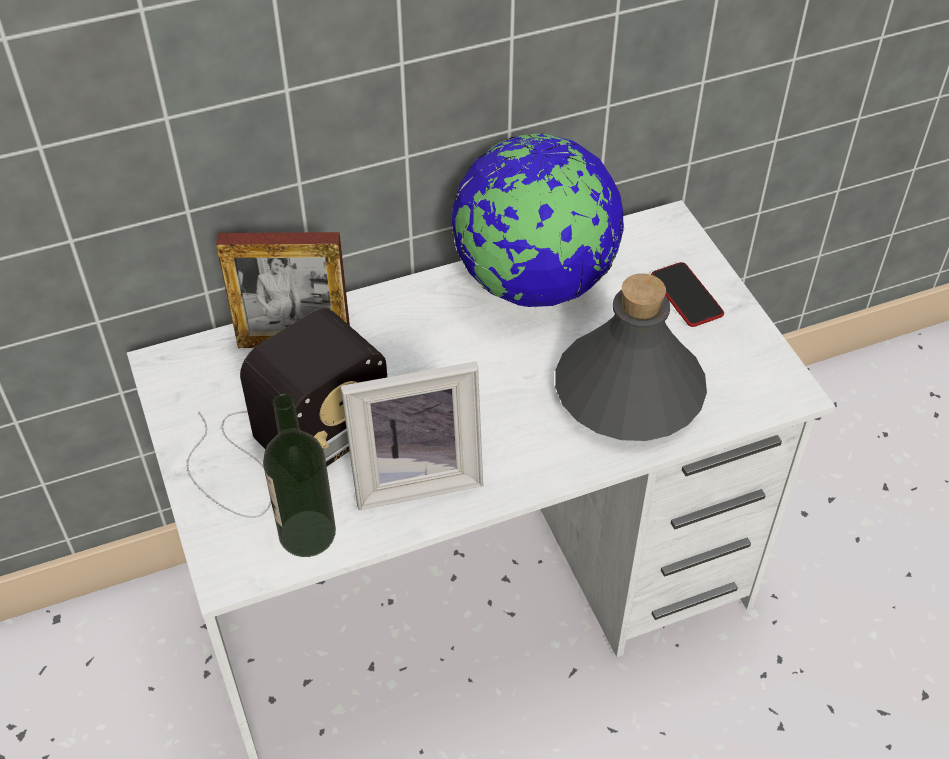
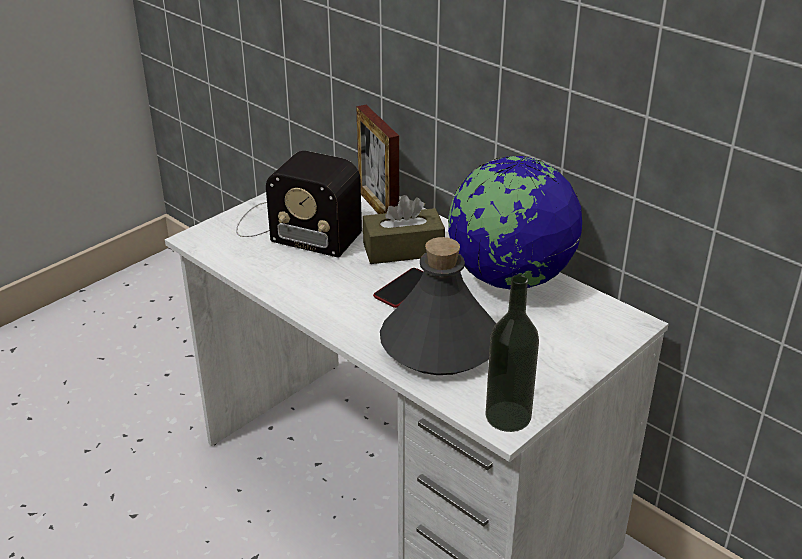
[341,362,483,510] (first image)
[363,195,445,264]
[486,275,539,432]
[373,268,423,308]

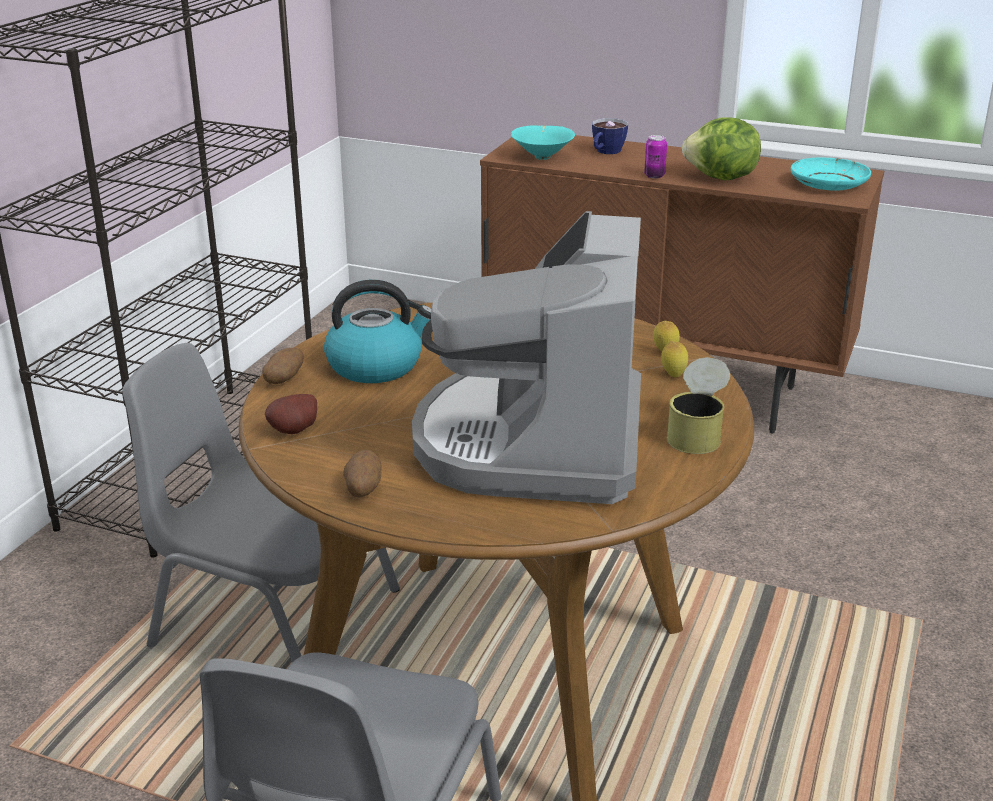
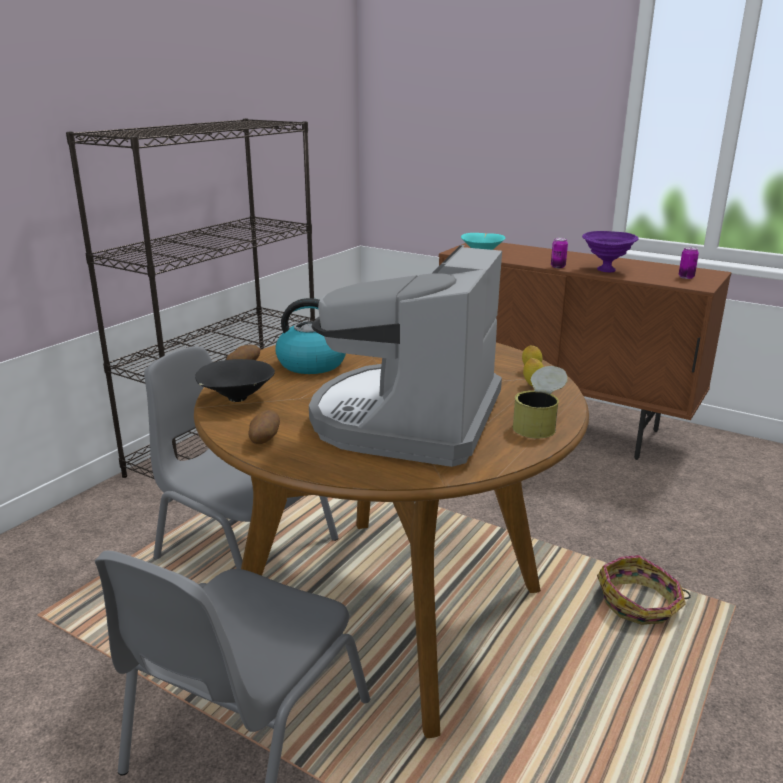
[592,118,628,154] (first image)
[597,555,691,625]
[195,359,275,402]
[582,231,639,272]
[679,247,699,279]

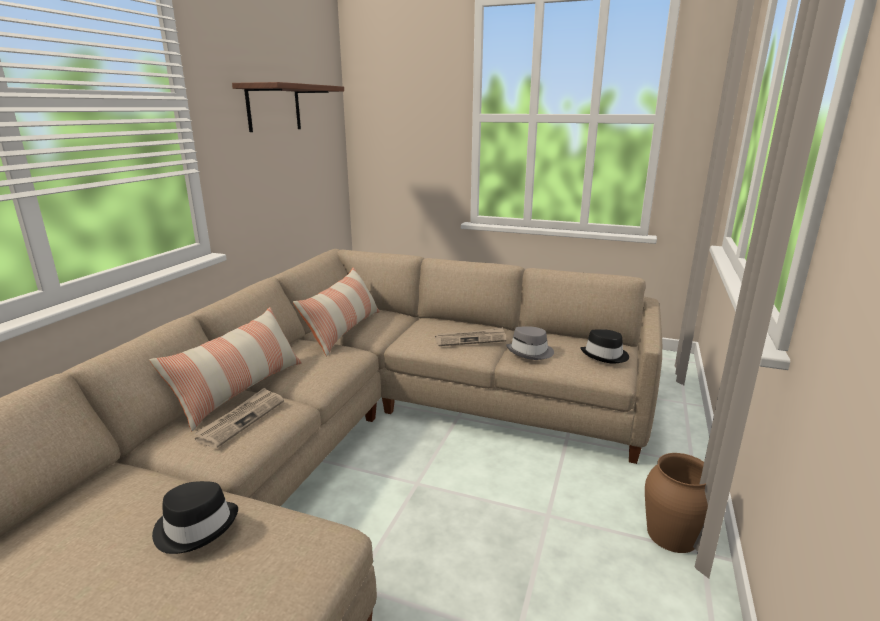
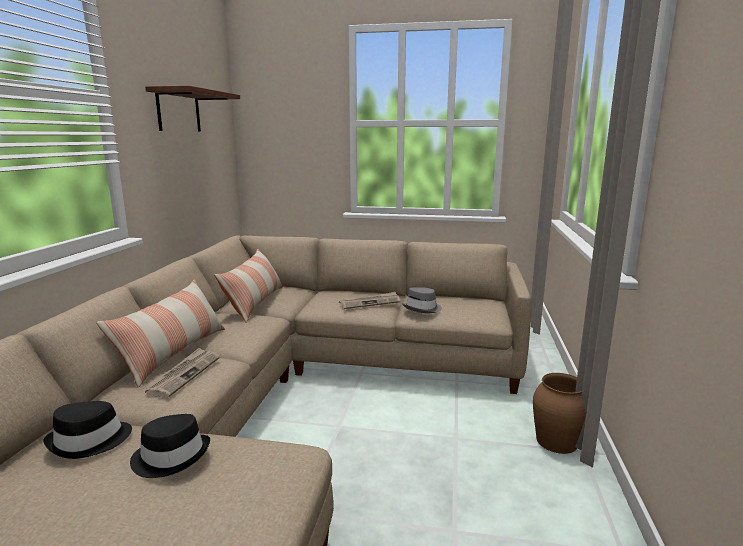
[43,401,132,459]

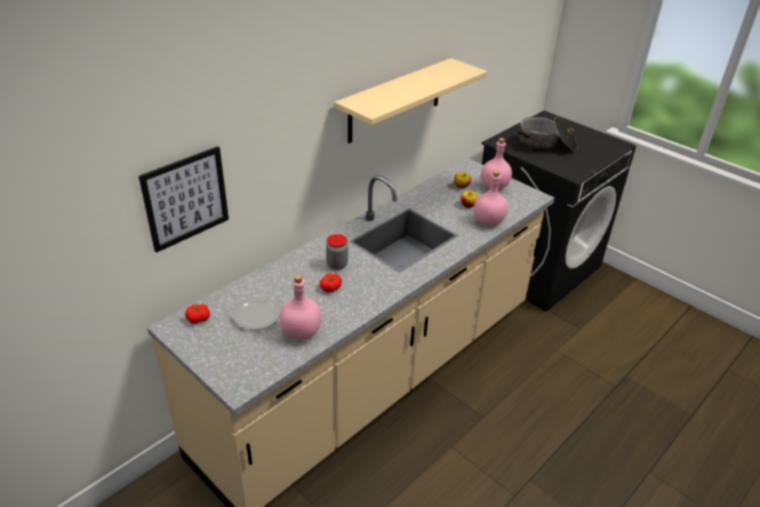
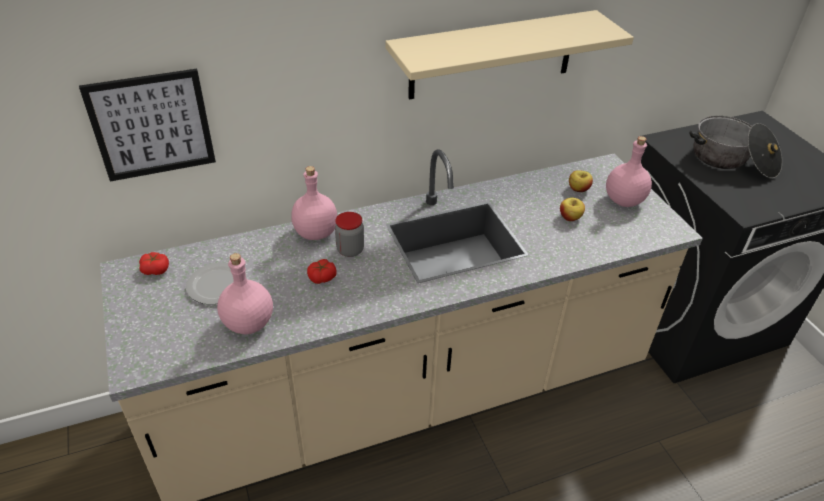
[291,166,337,240]

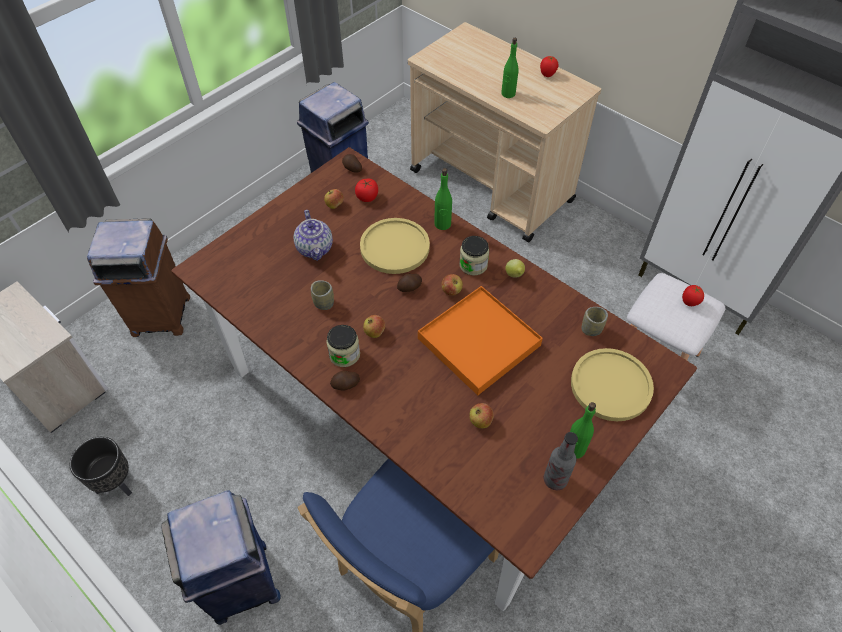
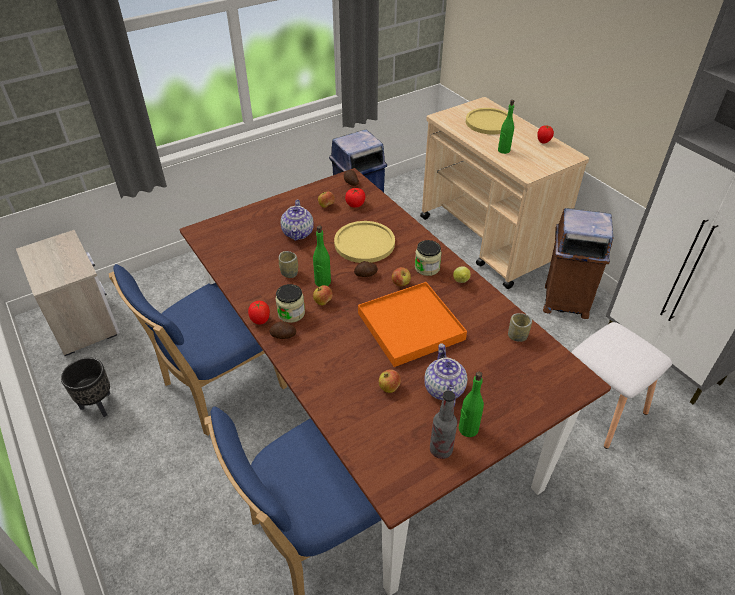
[161,490,281,625] (first image)
[109,264,287,436]
[424,344,467,406]
[543,208,614,319]
[313,225,331,287]
[466,108,508,134]
[248,301,270,325]

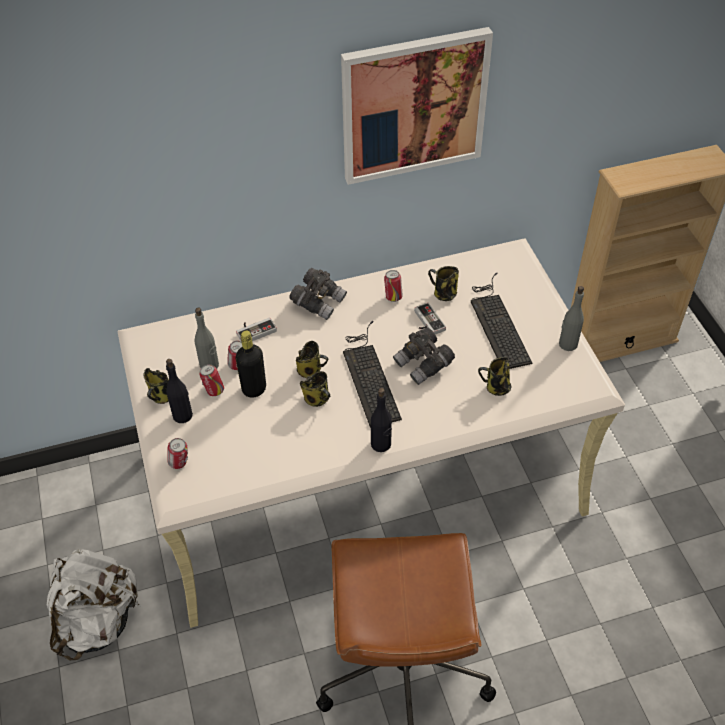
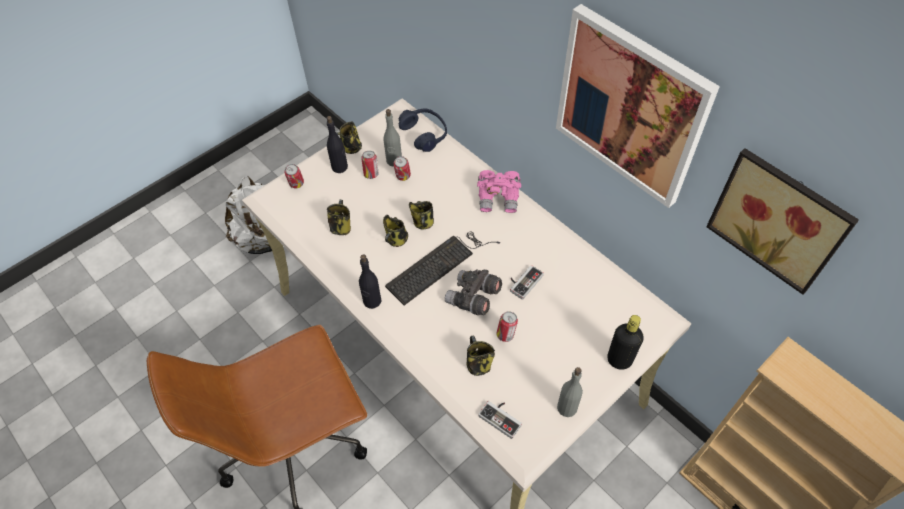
[471,273,532,369] (first image)
[399,109,447,152]
[706,148,859,295]
[478,401,522,439]
[607,315,644,370]
[496,311,518,342]
[327,200,351,235]
[477,170,521,213]

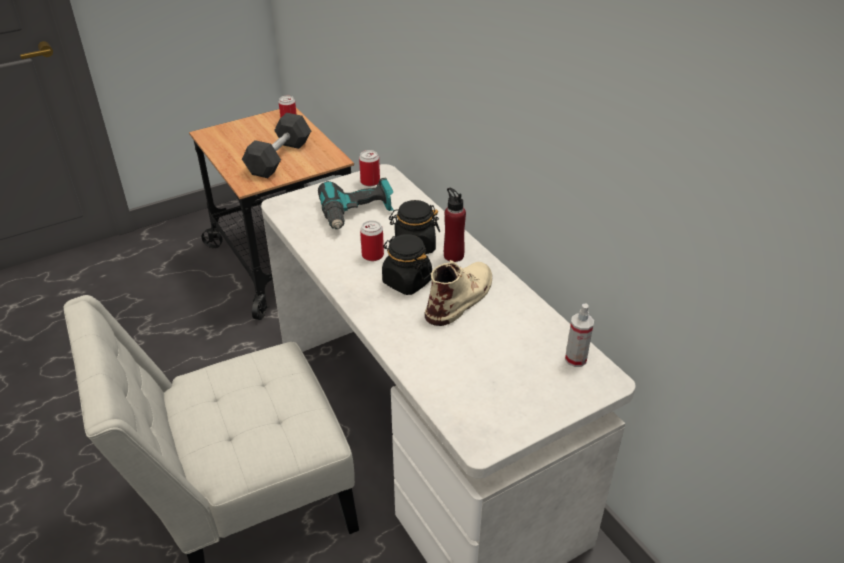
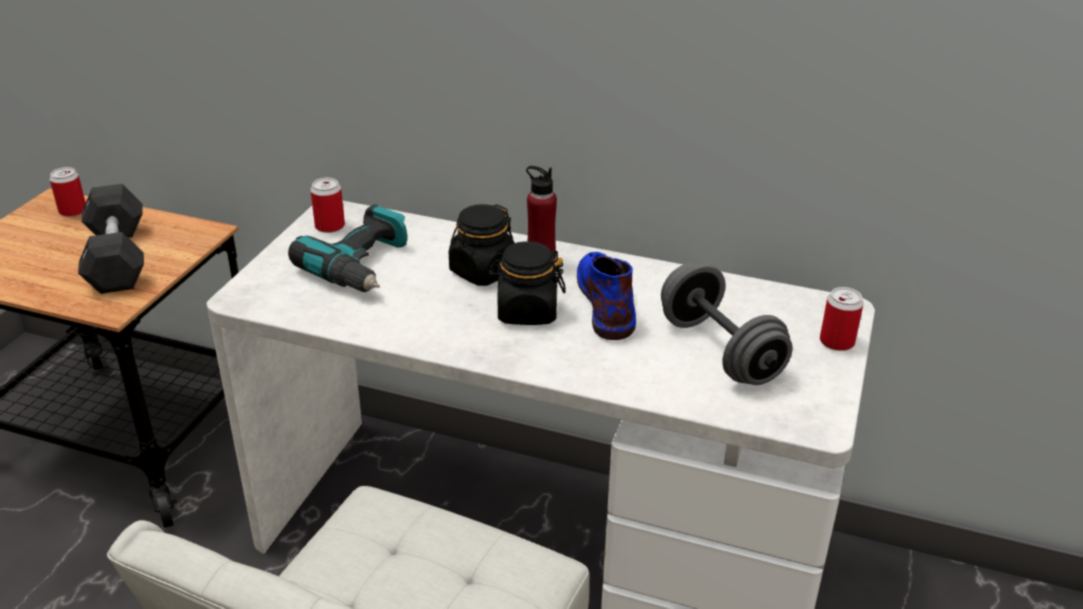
[565,303,594,367] (first image)
[661,263,793,385]
[820,287,864,351]
[577,252,636,340]

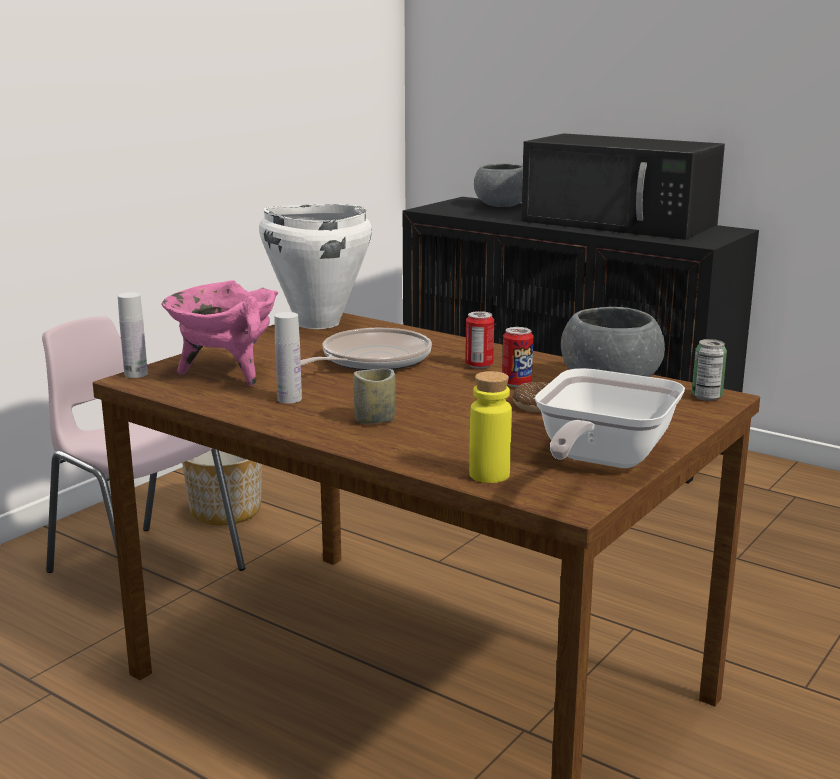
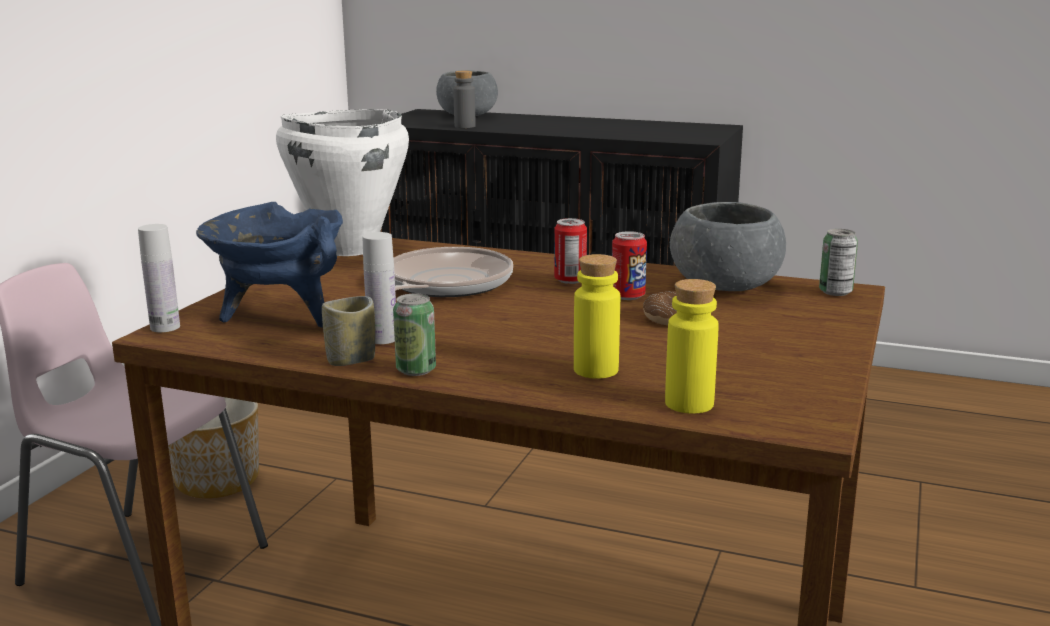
[521,133,725,240] (first image)
[535,368,685,468] (first image)
[393,294,436,376]
[453,71,475,128]
[574,254,620,379]
[322,296,375,366]
[196,202,343,327]

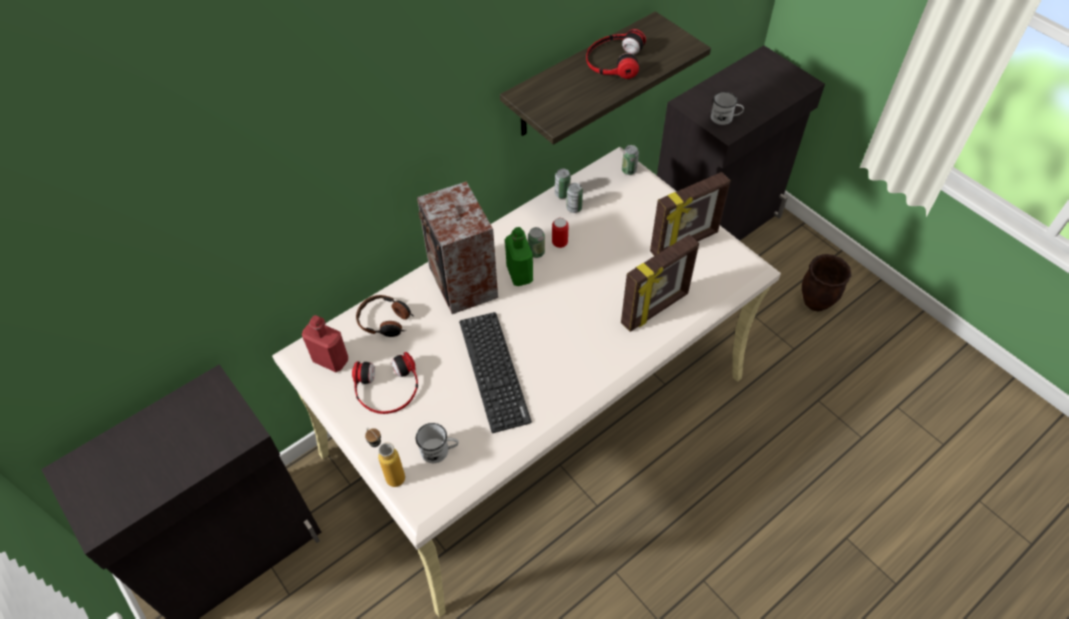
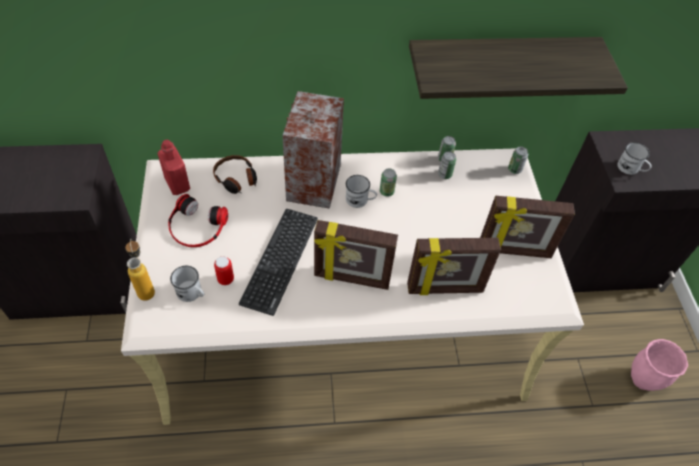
[586,29,646,79] (first image)
[314,220,398,290]
[214,256,234,285]
[346,175,377,208]
[631,339,688,391]

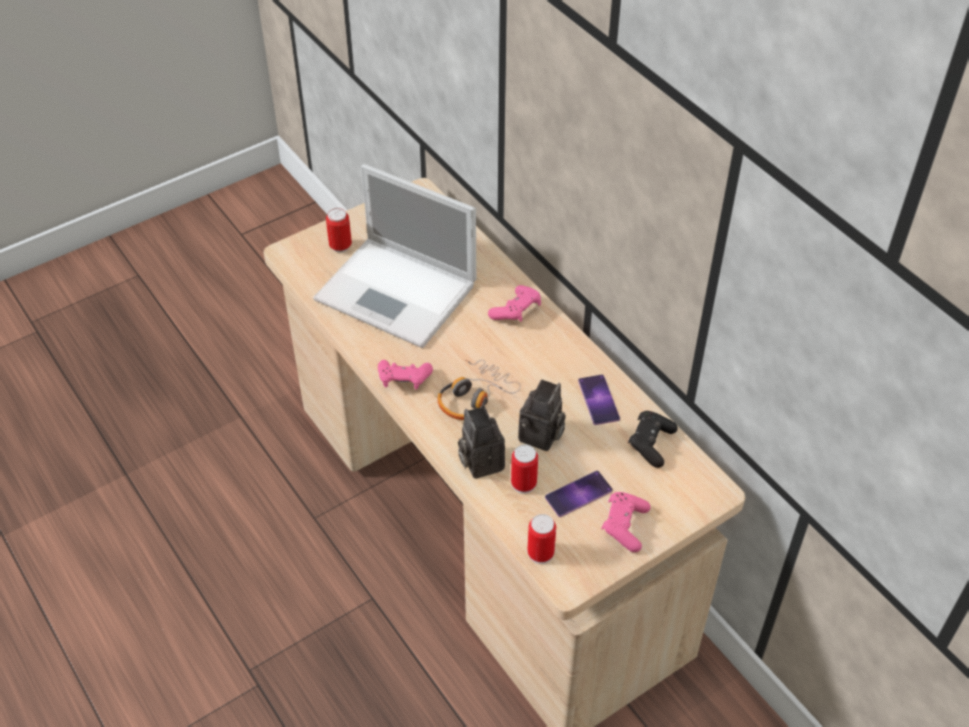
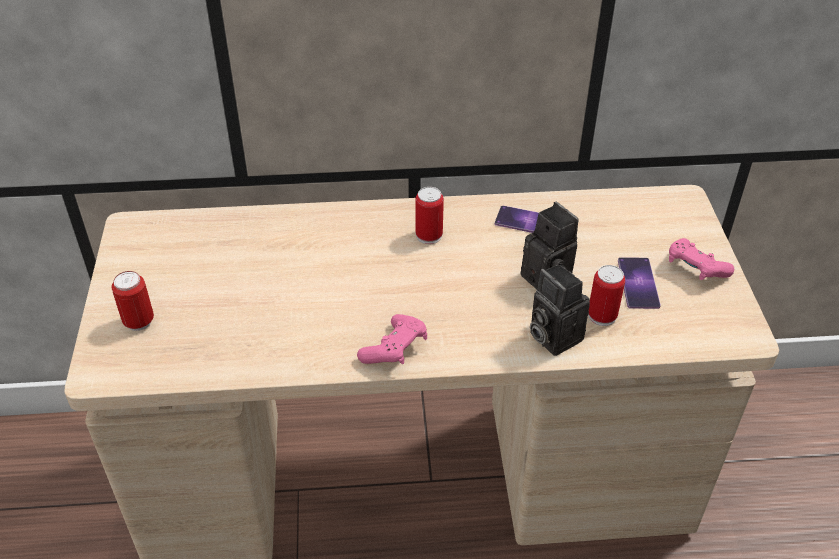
[313,164,476,348] (first image)
[437,360,521,420] (first image)
[488,285,541,322] (first image)
[628,411,678,468] (first image)
[415,187,444,244]
[530,263,590,356]

